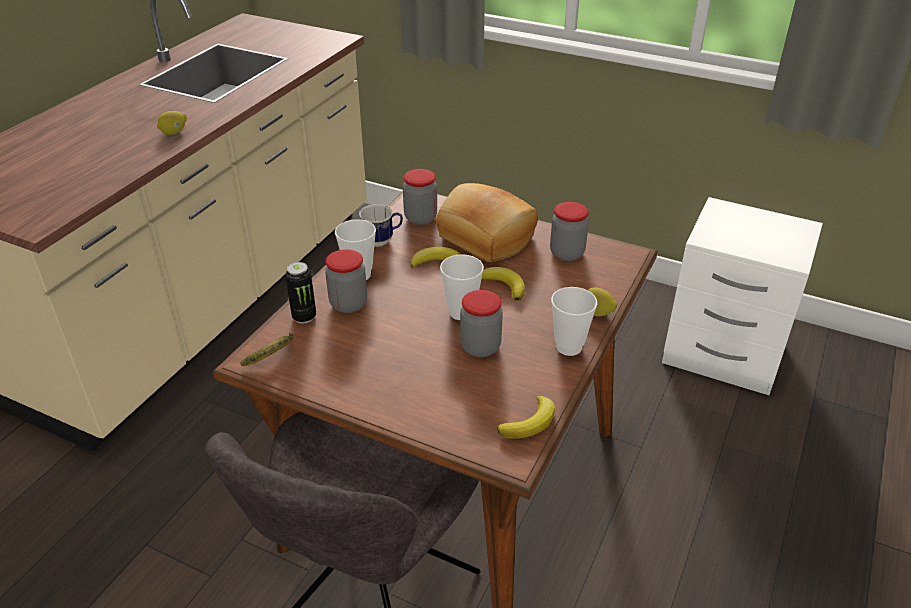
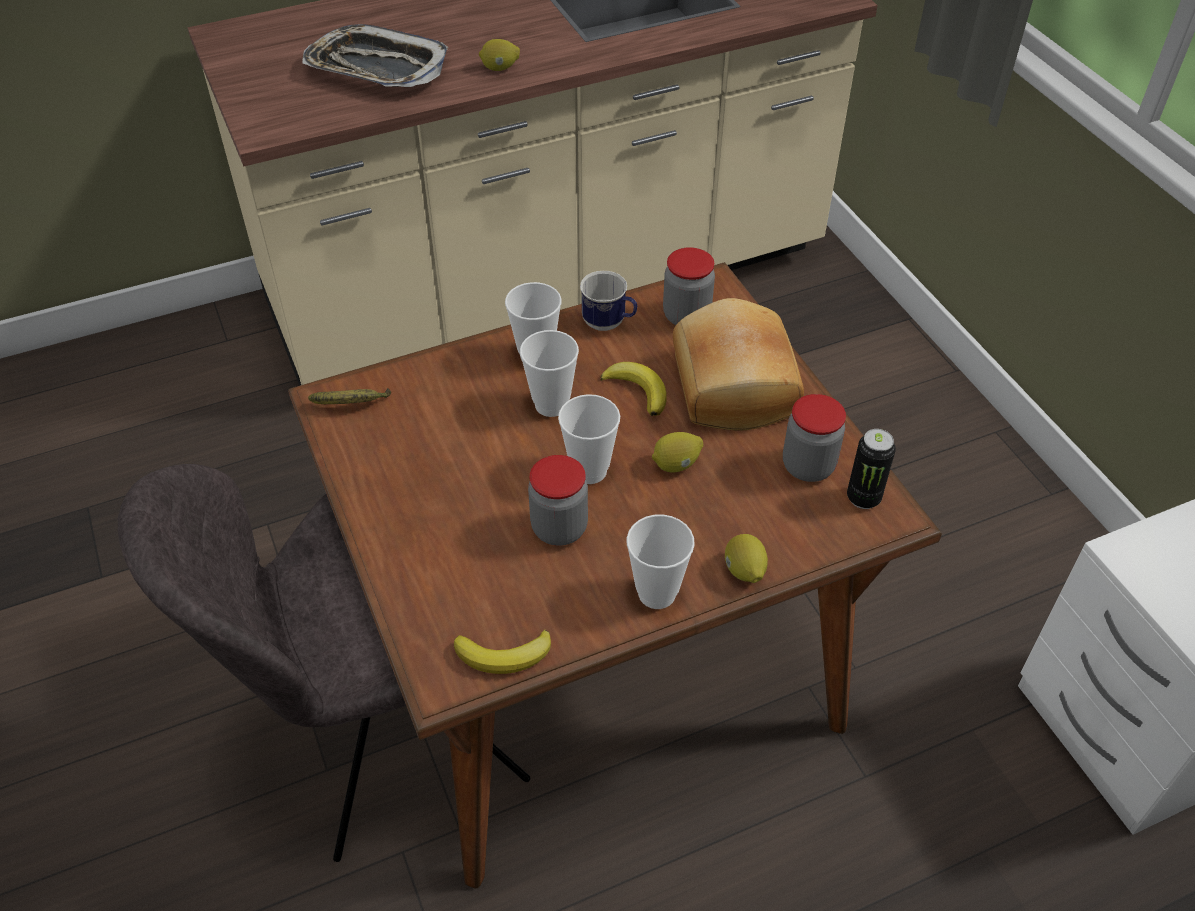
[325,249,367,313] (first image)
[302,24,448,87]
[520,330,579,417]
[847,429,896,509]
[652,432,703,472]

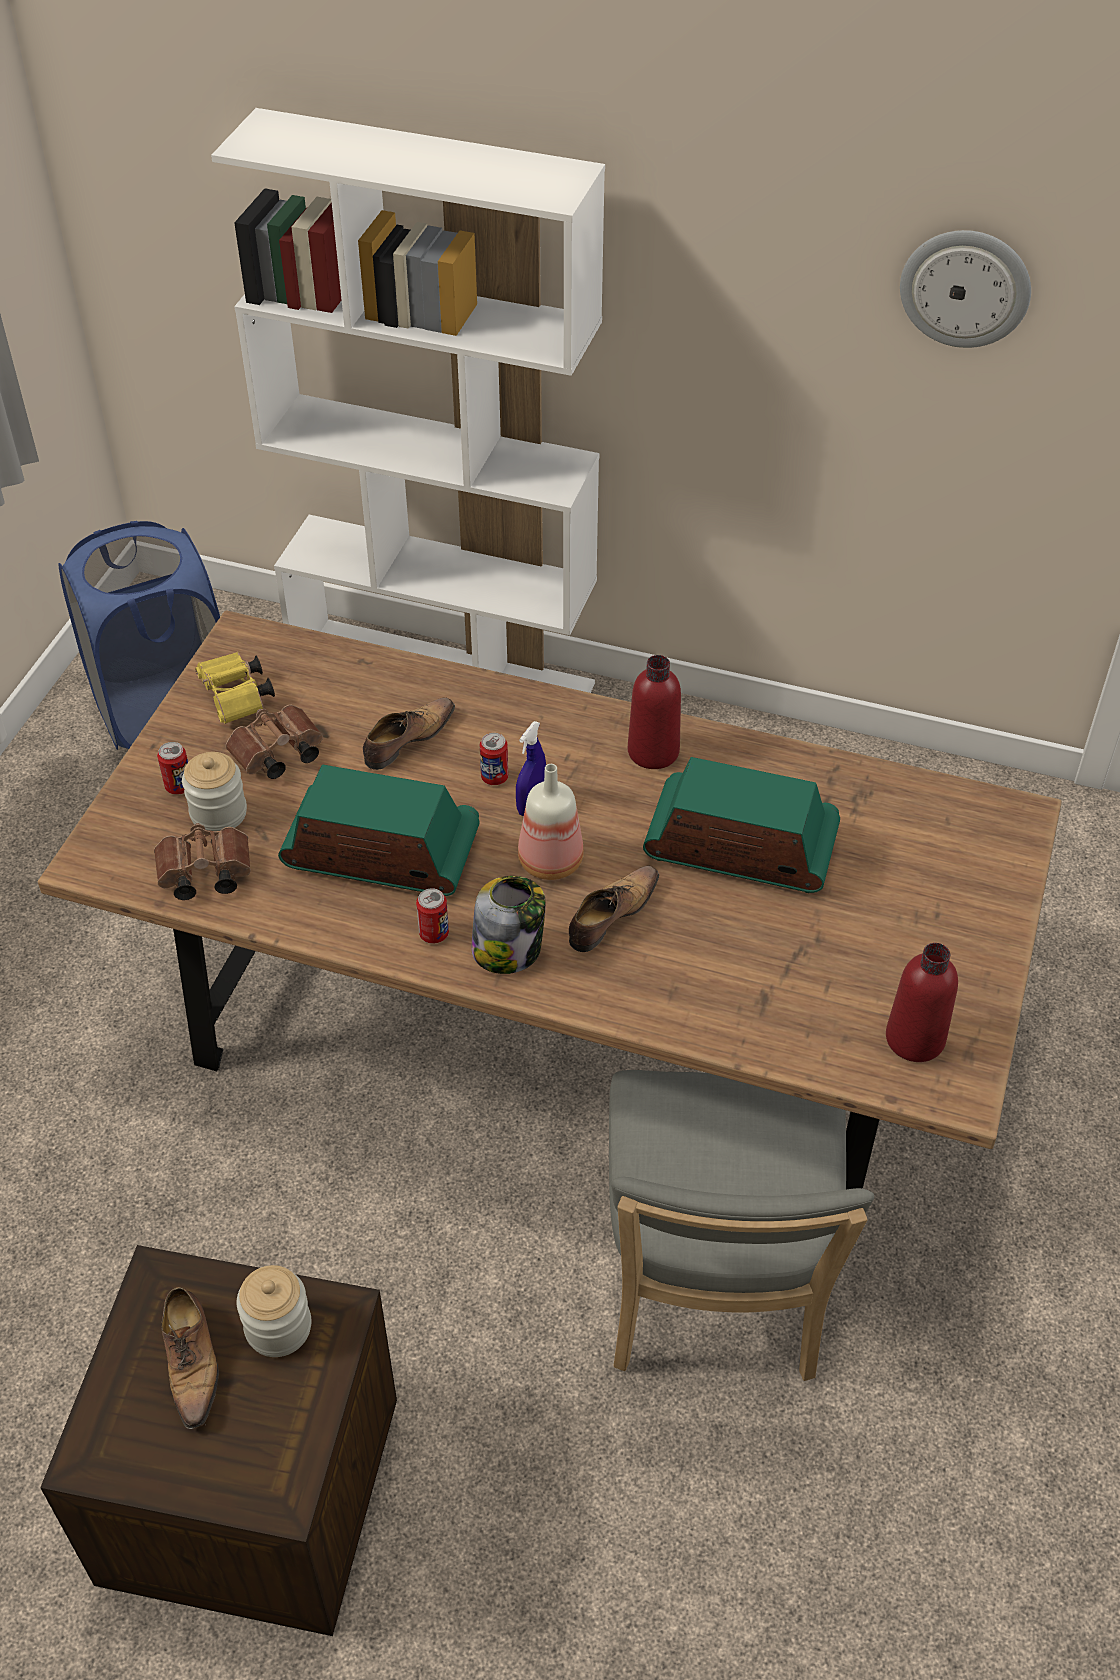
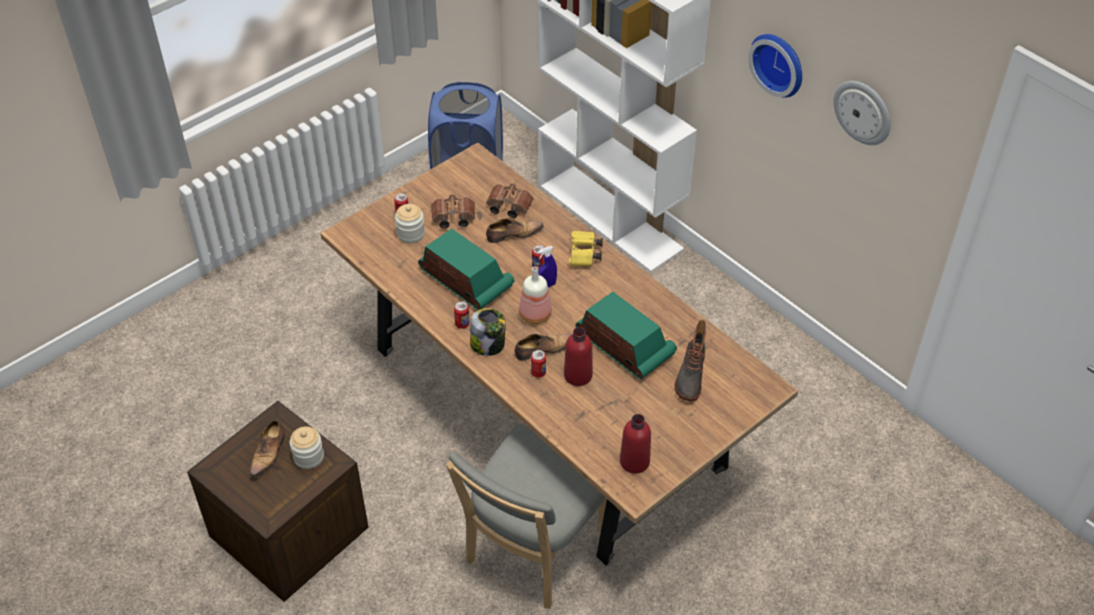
[531,350,546,378]
[675,320,706,401]
[748,34,802,98]
[486,183,534,218]
[569,231,603,266]
[564,327,593,386]

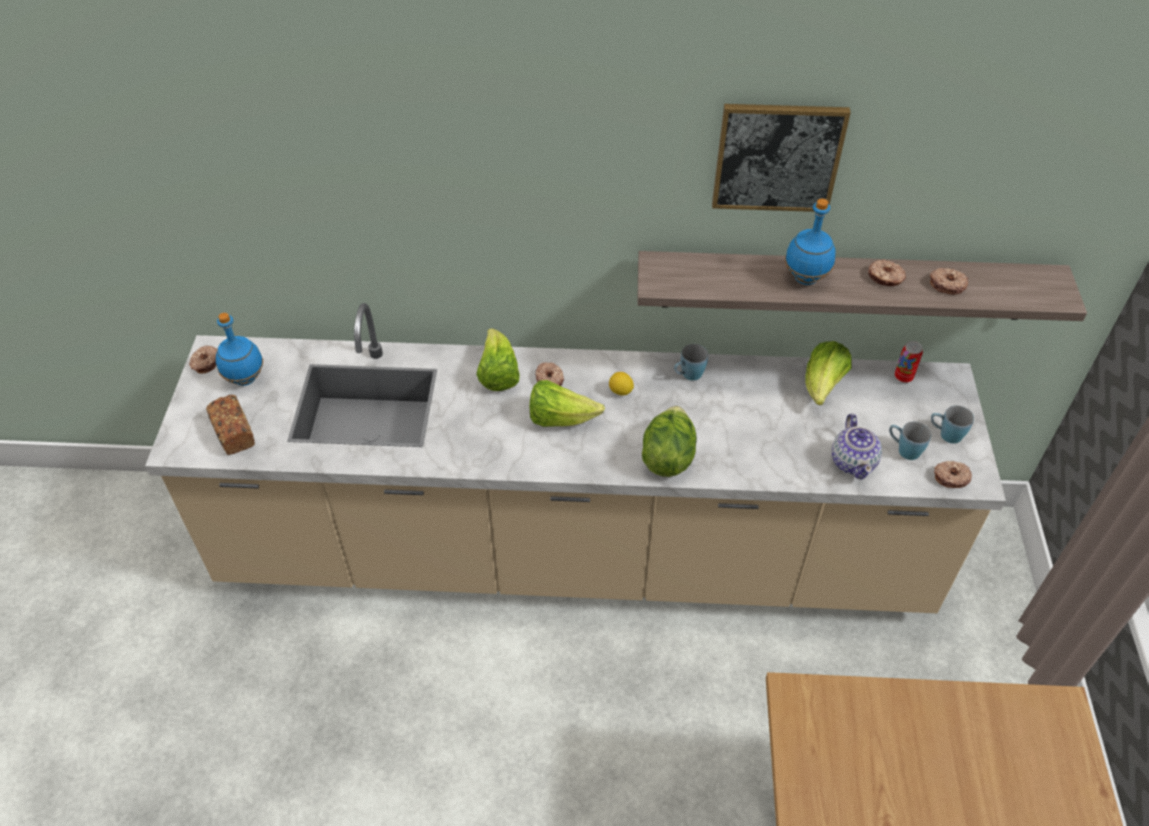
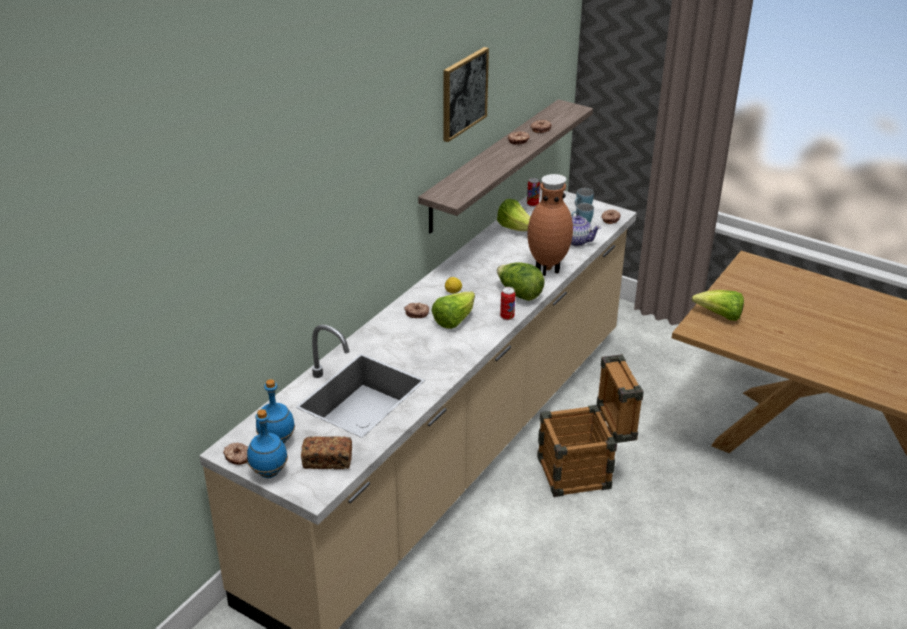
[674,344,708,381] (first image)
[500,287,515,320]
[528,174,573,276]
[537,354,644,497]
[692,290,744,321]
[247,409,288,478]

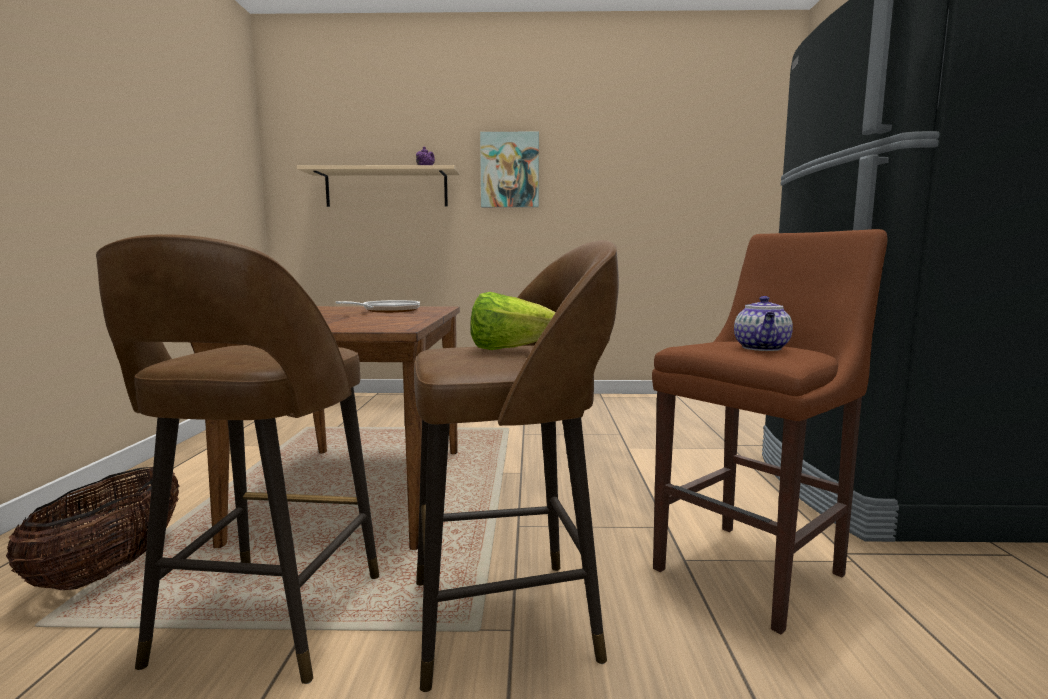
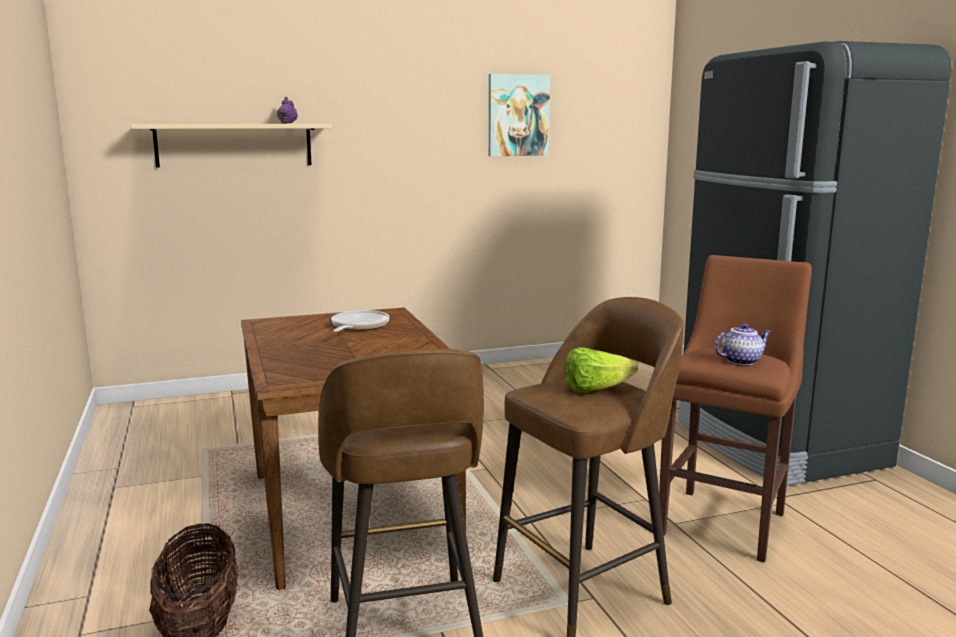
[489,74,550,156]
[714,323,771,365]

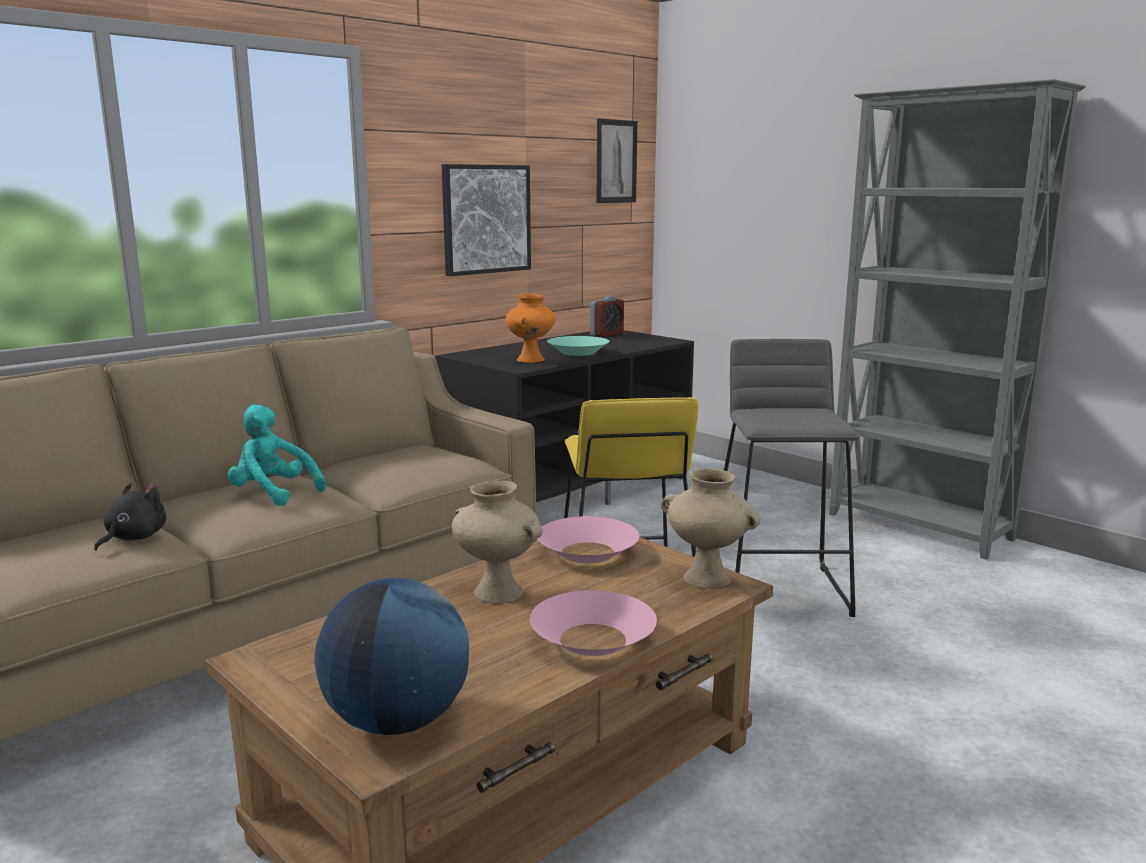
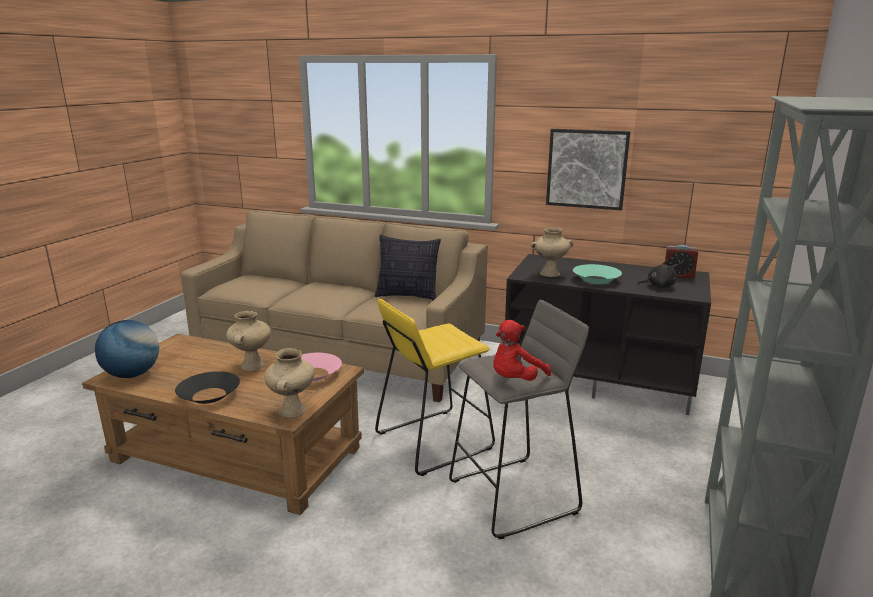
[228,405,326,506] (first image)
[597,119,637,203] (first image)
[375,235,441,300]
[493,320,551,381]
[637,261,677,288]
[531,227,573,277]
[175,371,240,404]

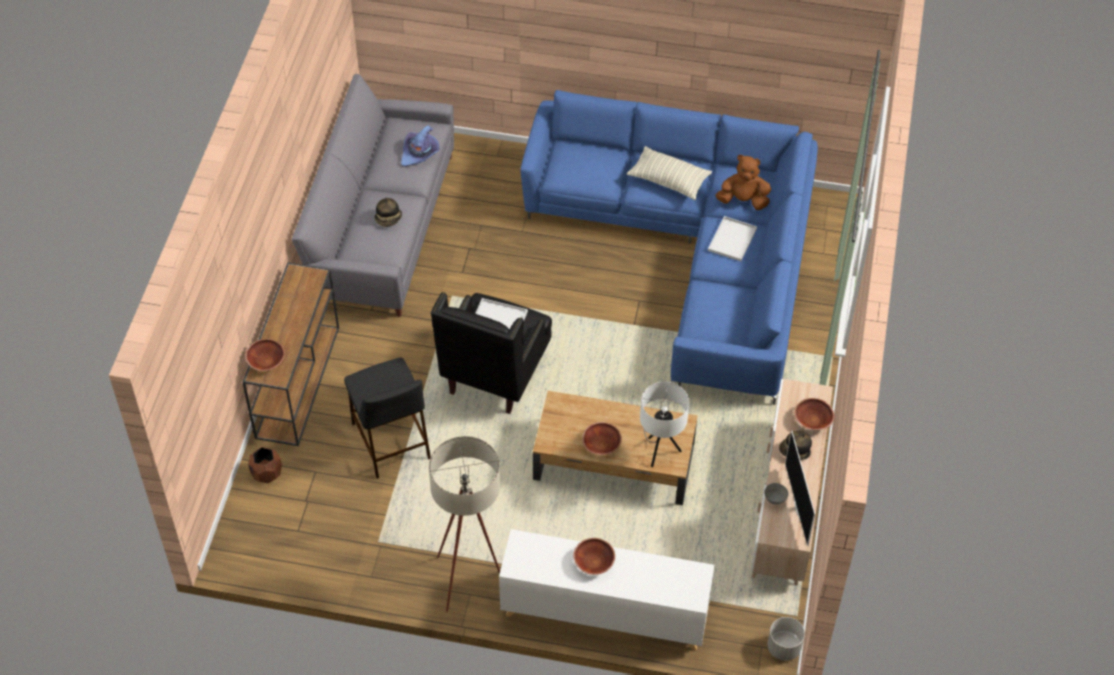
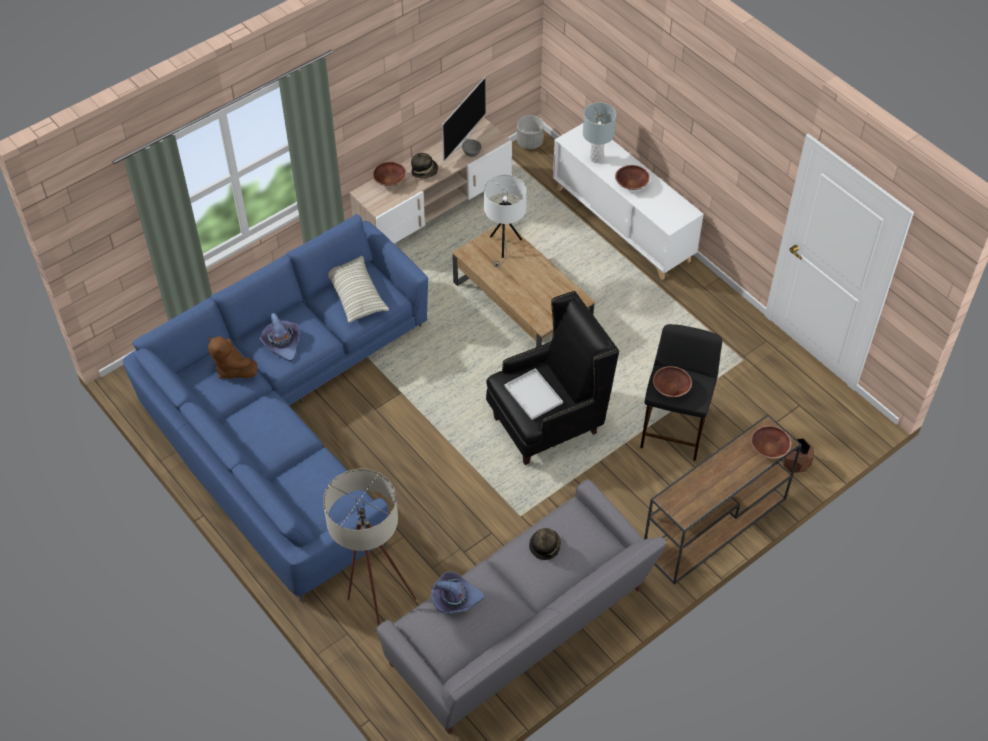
[583,102,616,163]
[323,469,417,626]
[653,366,692,397]
[328,256,389,323]
[259,313,300,361]

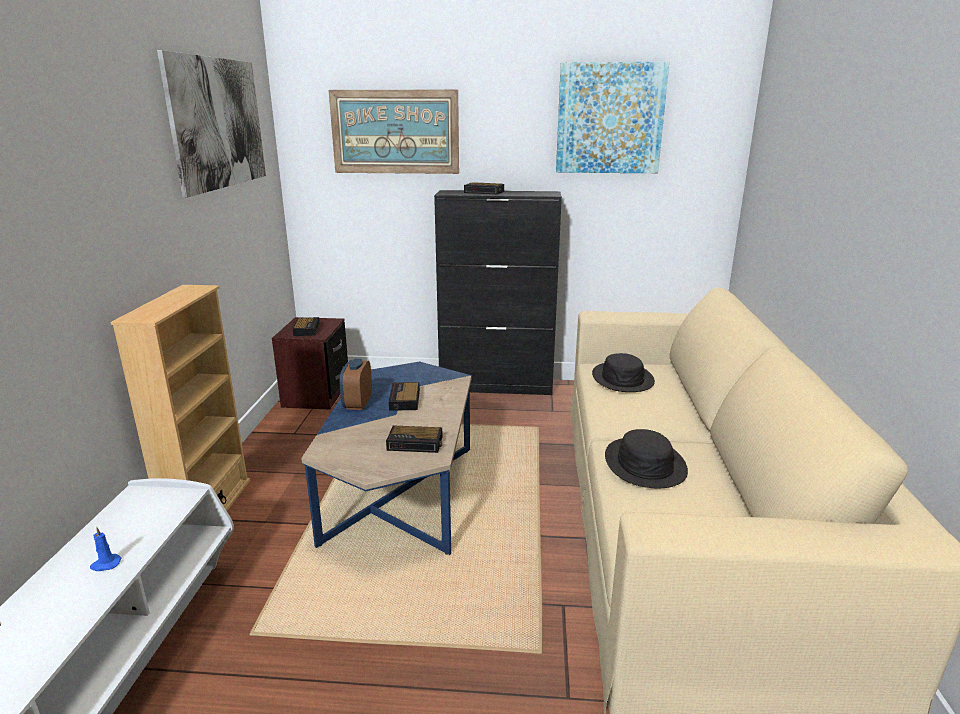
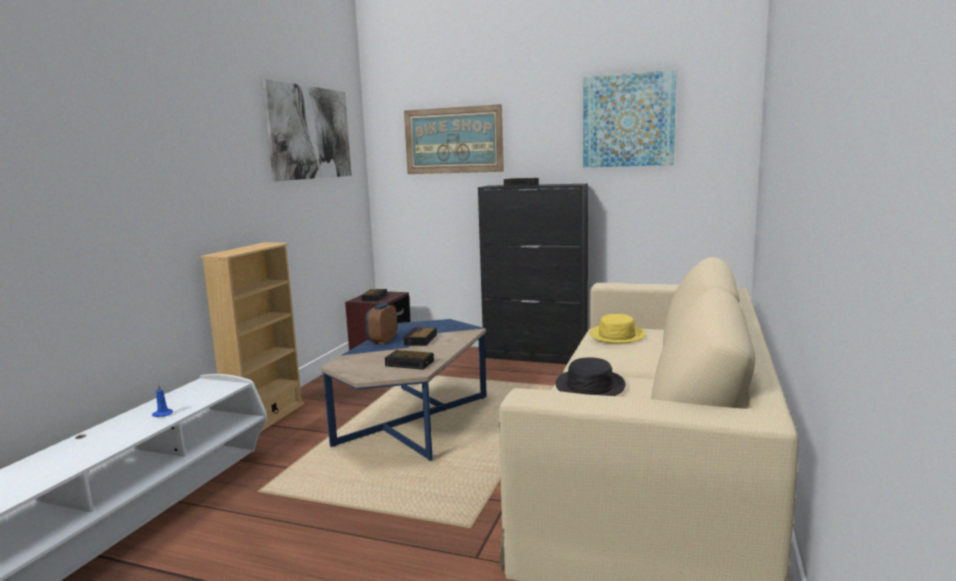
[590,314,645,344]

